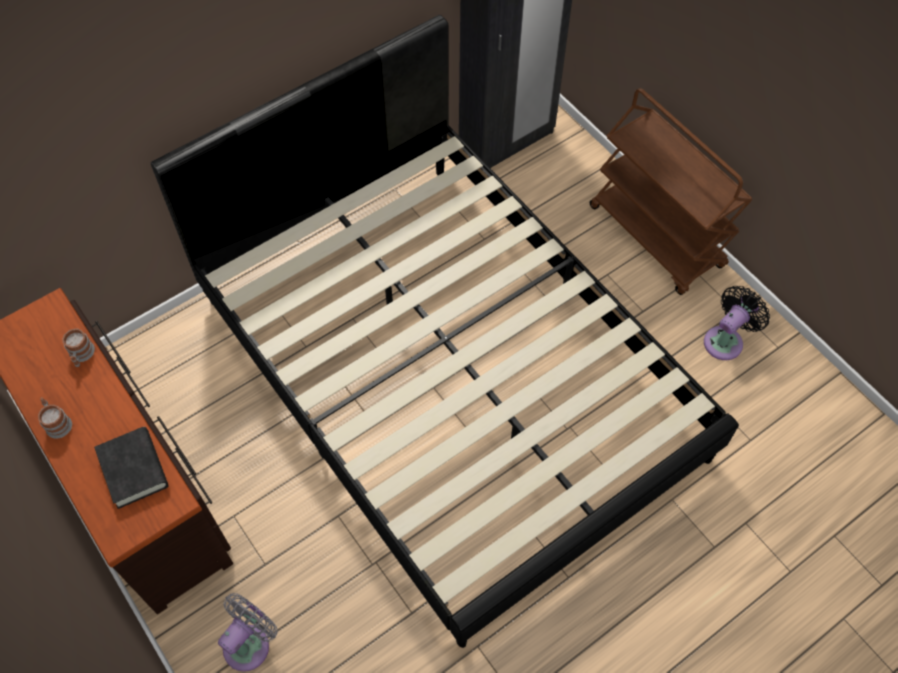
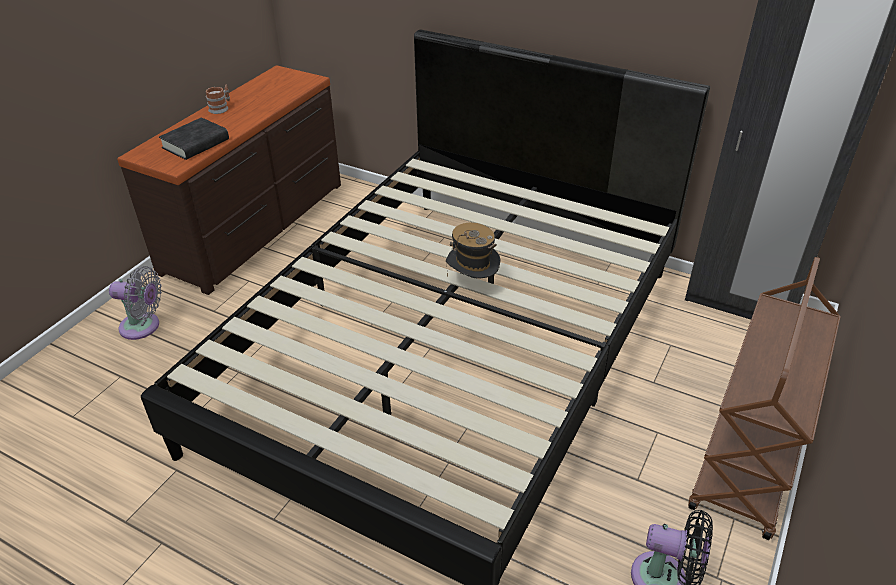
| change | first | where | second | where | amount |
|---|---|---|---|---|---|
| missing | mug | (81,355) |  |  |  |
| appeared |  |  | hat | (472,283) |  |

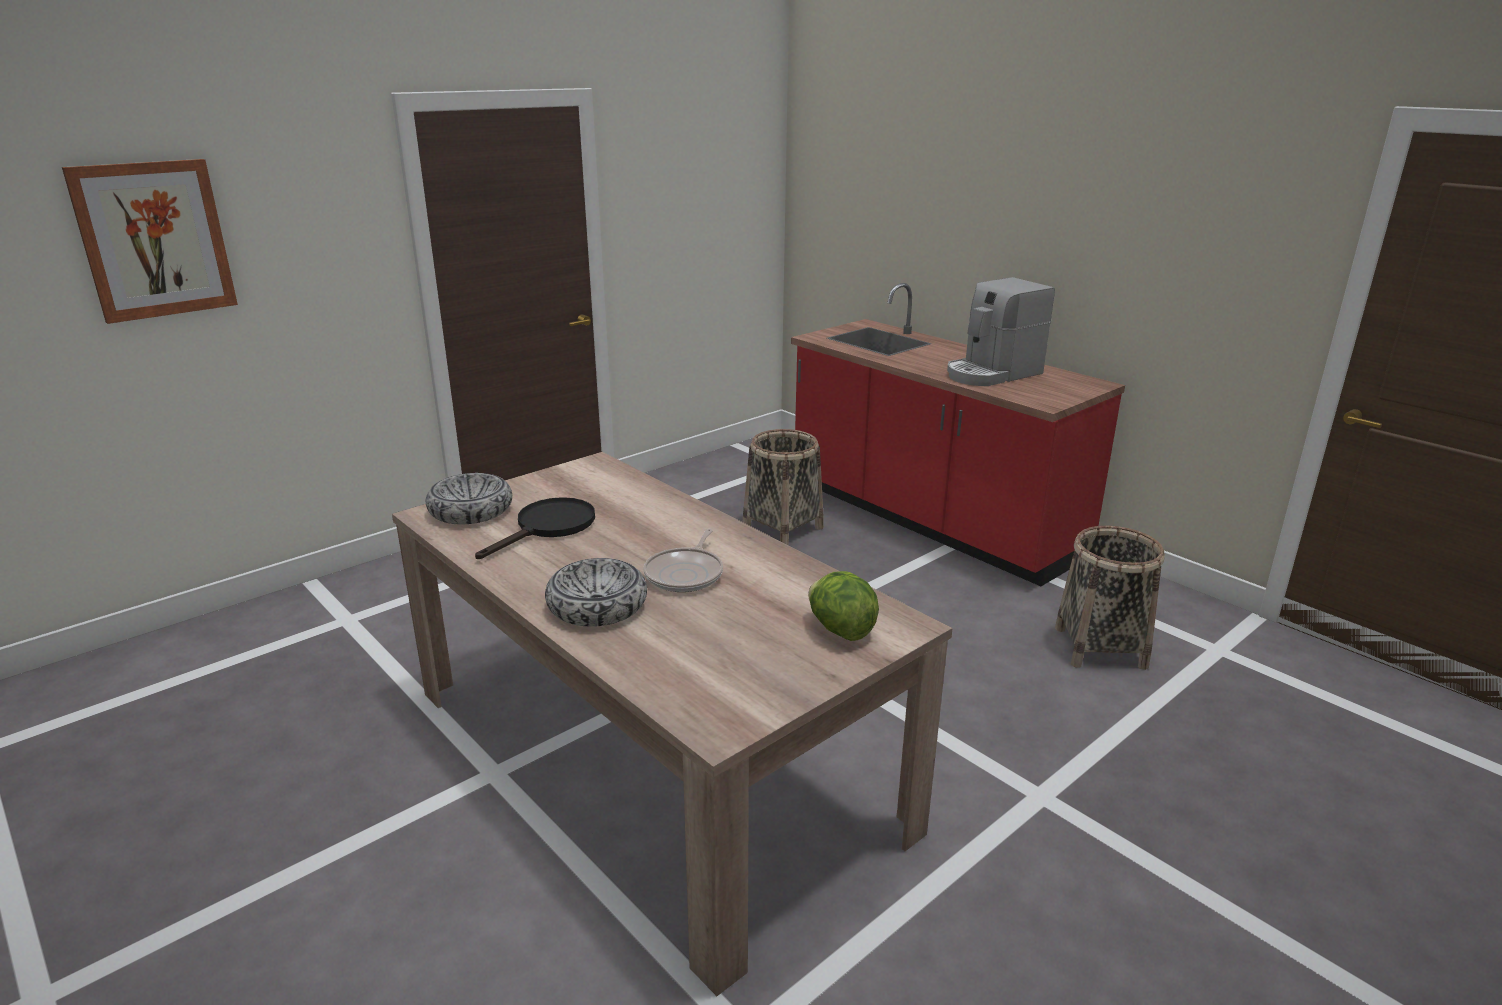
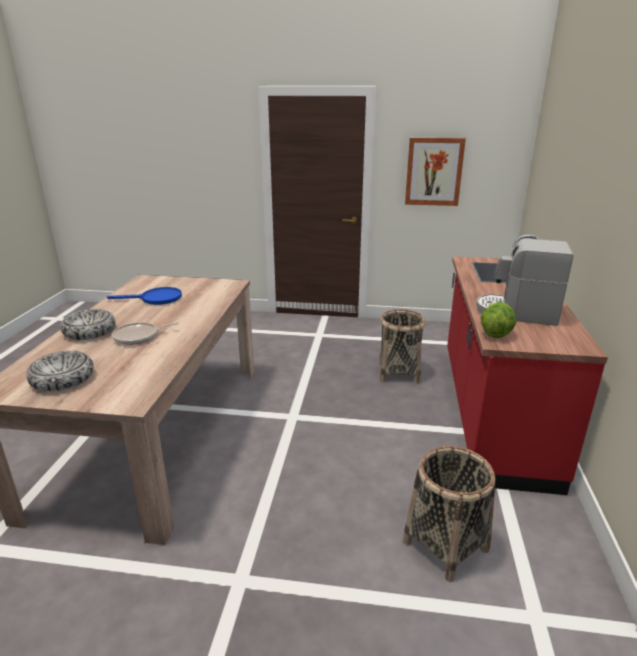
| change | first | where | second | where | amount |
|---|---|---|---|---|---|
| relocated | picture | (154,240) |  | (434,172) |  |
| relocated | bowl | (471,510) |  | (62,379) |  |
| colour | black frying pan | (548,527) | blue frying pan | (155,299) |  |
| relocated | lettuce | (840,630) |  | (495,334) |  |

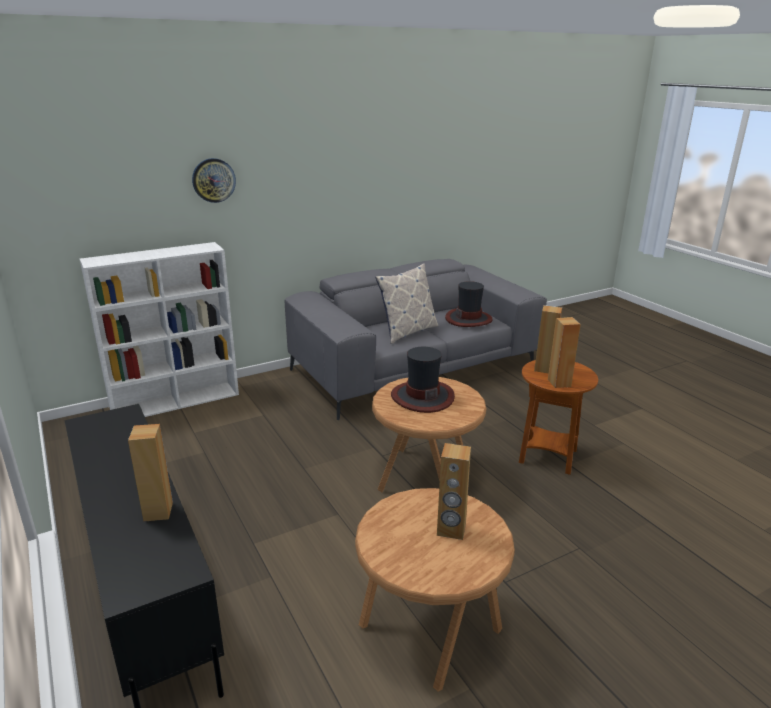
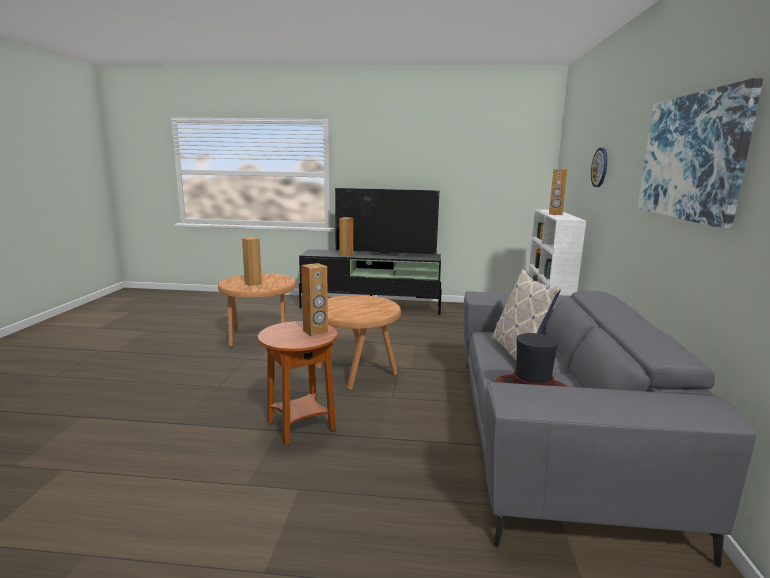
| change | first | where | second | where | amount |
|---|---|---|---|---|---|
| relocated | brown speaker | (559,383) |  | (555,214) |  |
| missing | hat | (422,397) |  |  |  |
| appeared |  |  | picture | (691,157) |  |
| appeared |  |  | television | (385,254) |  |

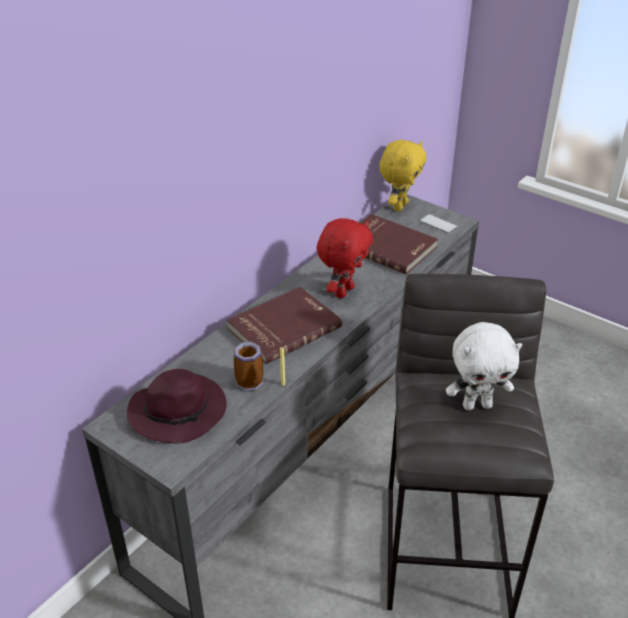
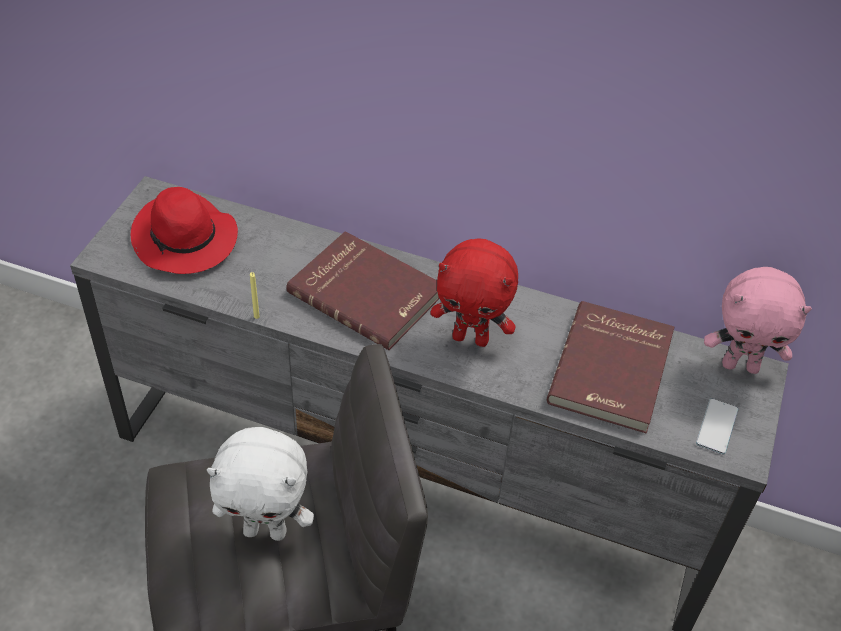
| change | first | where | second | where | amount |
|---|---|---|---|---|---|
| colour | yellow plush toy | (399,206) | pink plush toy | (740,365) |  |
| spun | white plush toy | (477,405) |  | (266,530) | 60 degrees counterclockwise |
| missing | mug | (252,384) |  |  |  |
| colour | purple hat | (179,412) | red hat | (185,240) |  |

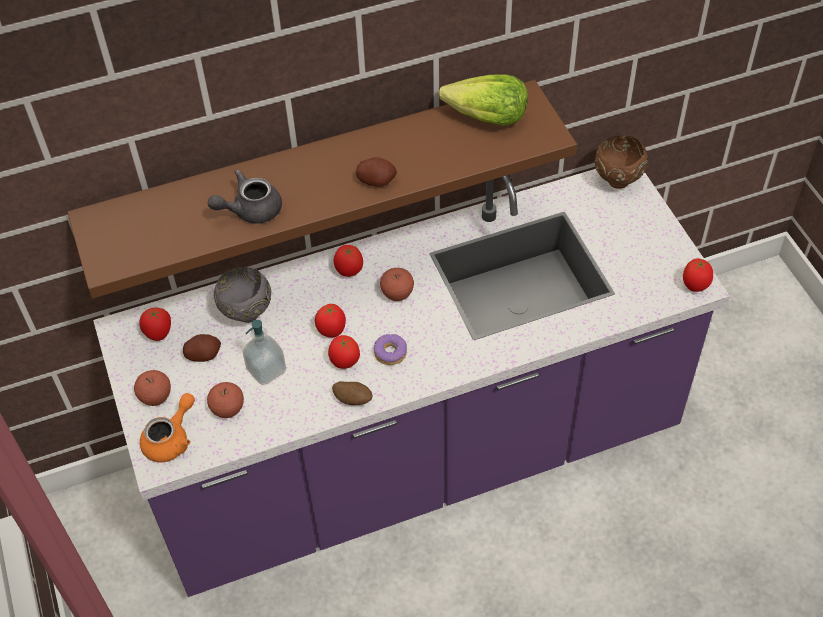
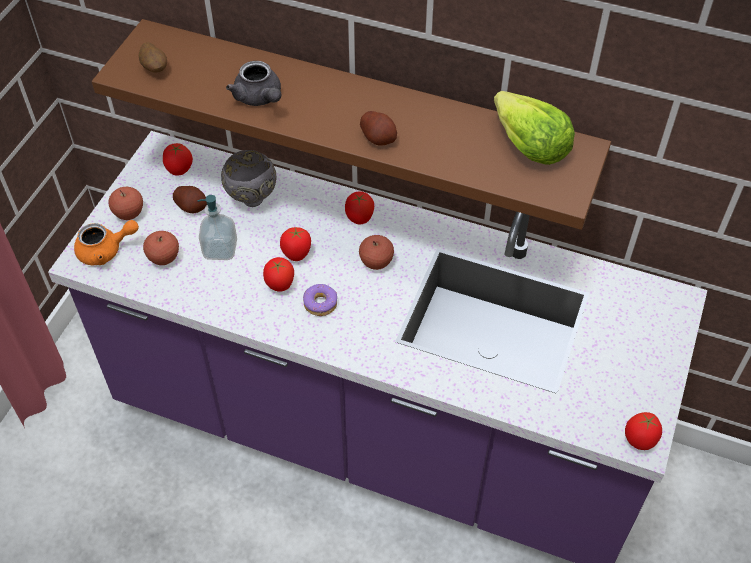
| change | first | where | second | where | amount |
|---|---|---|---|---|---|
| missing | brown bowl | (616,182) |  |  |  |
| spun | grey teapot | (250,210) |  | (259,98) | 135 degrees counterclockwise |
| relocated | potato | (353,399) |  | (155,68) |  |

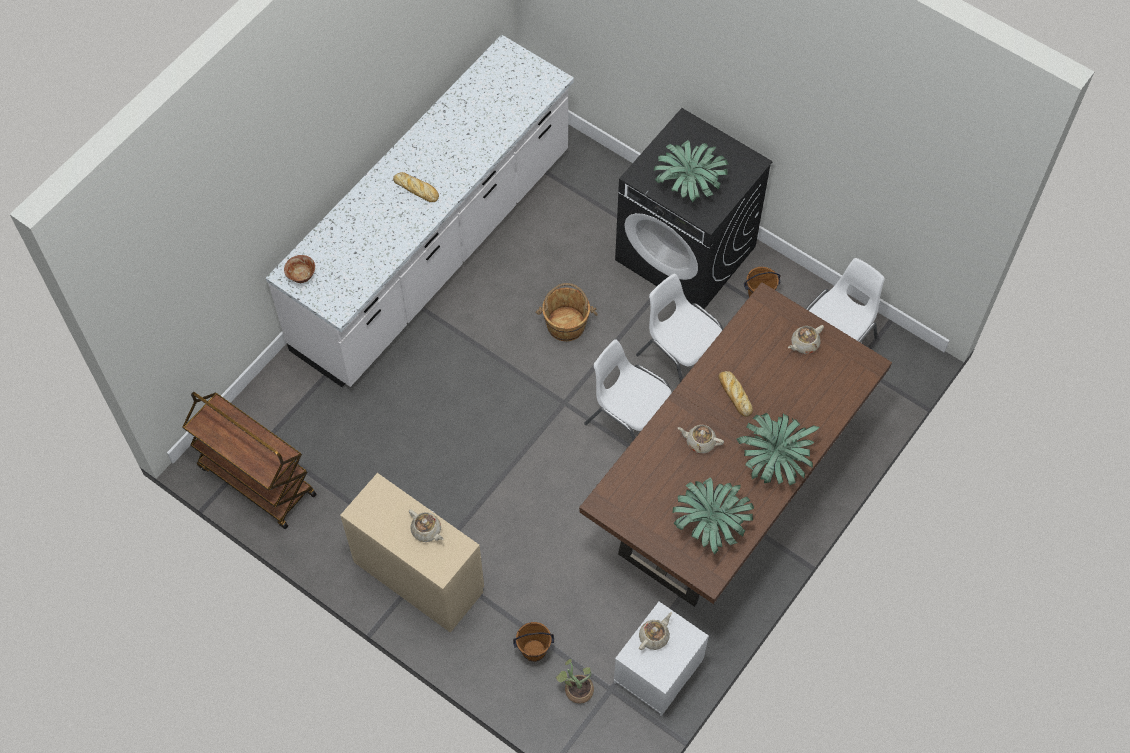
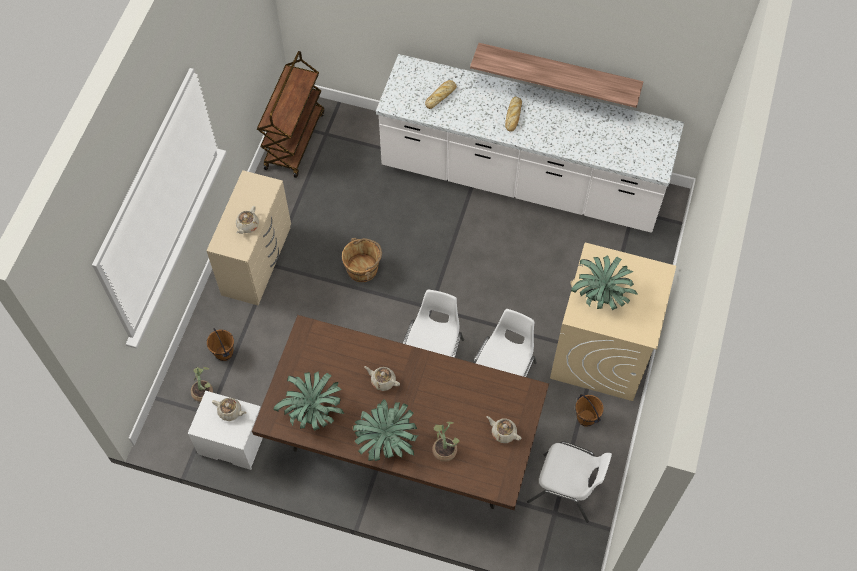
| change | first | where | second | where | amount |
|---|---|---|---|---|---|
| colour | black washing machine | (686,253) | beige washing machine | (601,351) |  |
| missing | bowl | (301,276) |  |  |  |
| relocated | brown bucket | (566,324) |  | (363,268) |  |
| relocated | bread | (734,394) |  | (441,96) |  |
| spun | beige teapot | (700,442) |  | (382,381) | 60 degrees counterclockwise |
| appeared |  |  | shelf | (558,71) |  |
| appeared |  |  | potted plant | (444,447) |  |

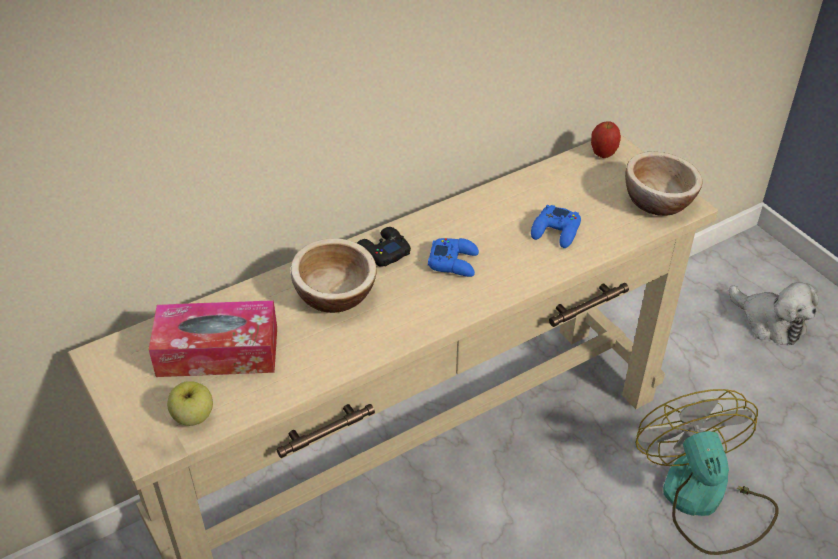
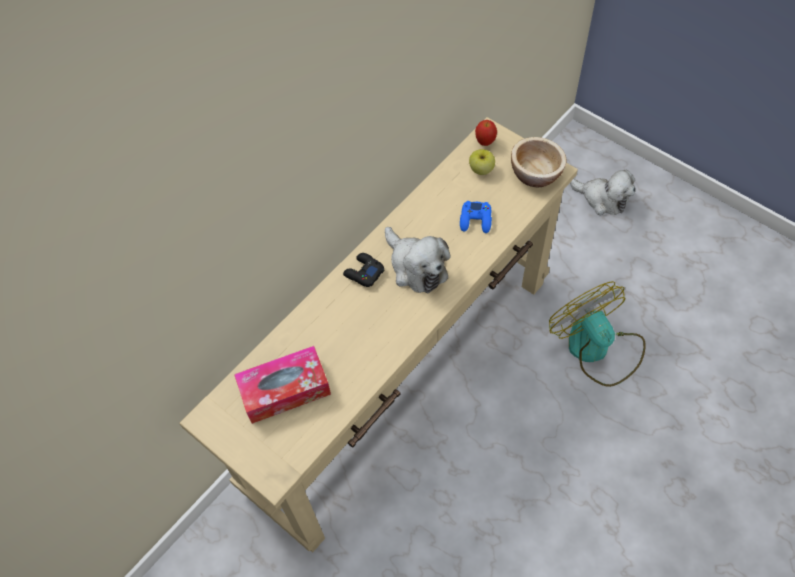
| change | first | where | second | where | amount |
|---|---|---|---|---|---|
| missing | bowl | (335,294) |  |  |  |
| exchanged | blue game controller | (454,262) | plush toy | (416,267) |  |
| relocated | apple | (193,416) |  | (481,170) |  |

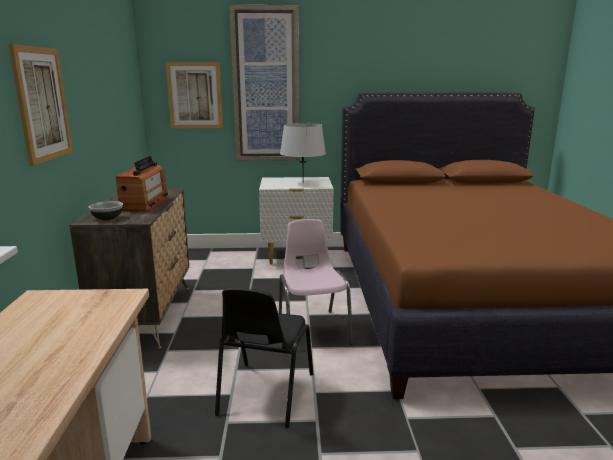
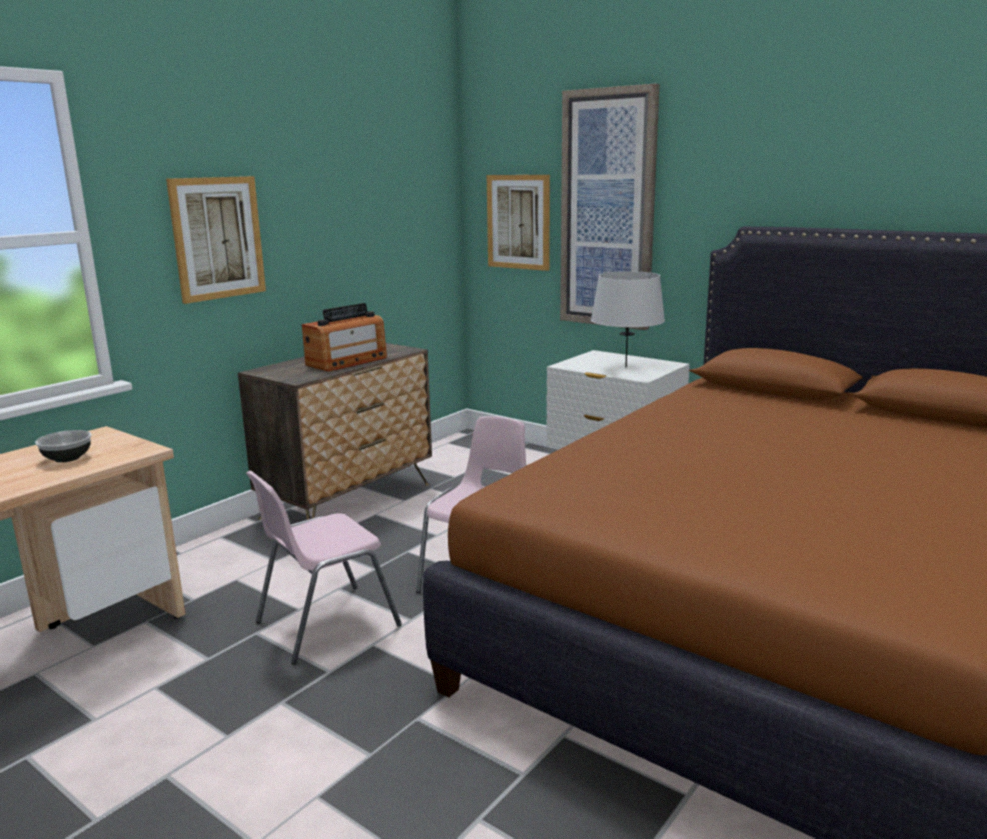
| change | first | where | second | where | amount |
|---|---|---|---|---|---|
| relocated | bowl | (107,218) |  | (67,458) |  |
| colour | black chair | (264,394) | pink chair | (325,624) |  |

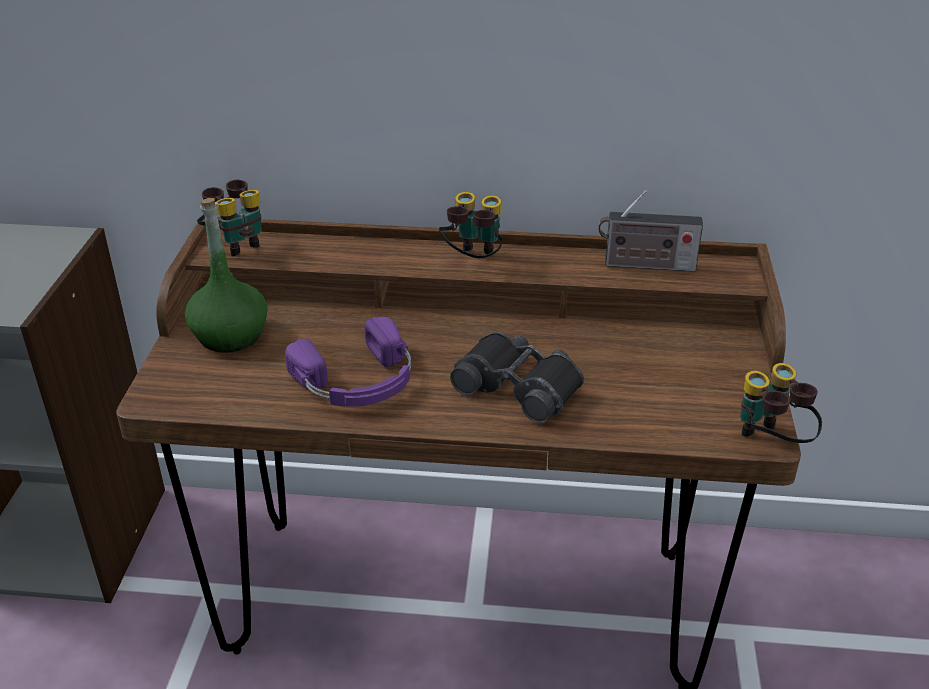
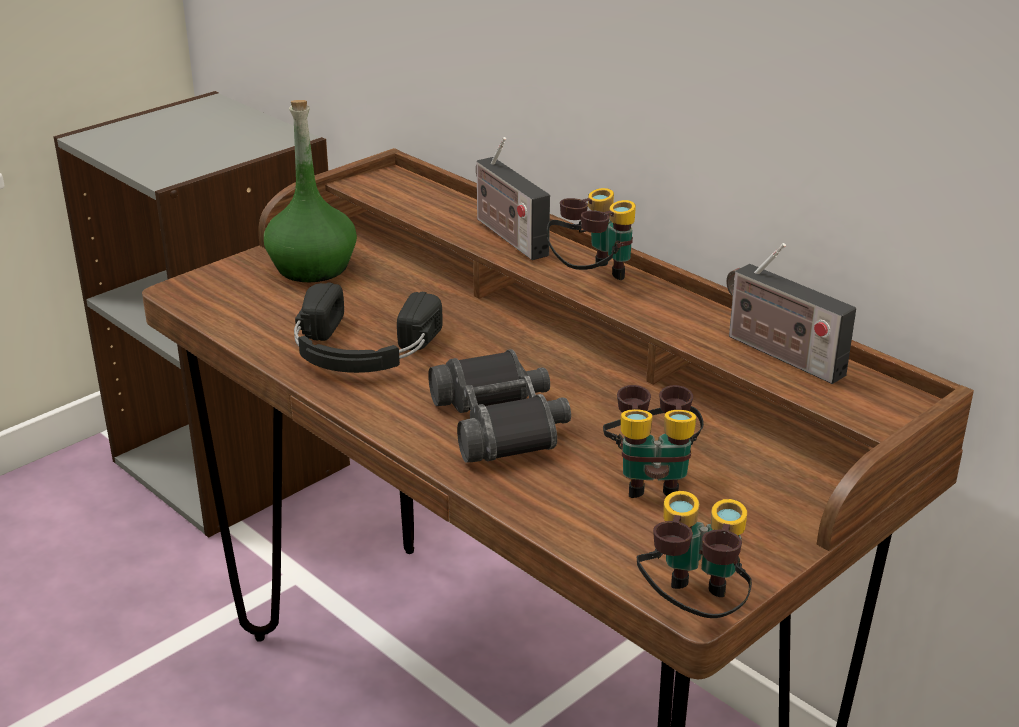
| change | first | where | second | where | amount |
|---|---|---|---|---|---|
| relocated | binoculars | (236,244) |  | (651,479) |  |
| colour | purple headphones | (358,381) | black headphones | (361,350) |  |
| appeared |  |  | radio | (507,235) |  |

